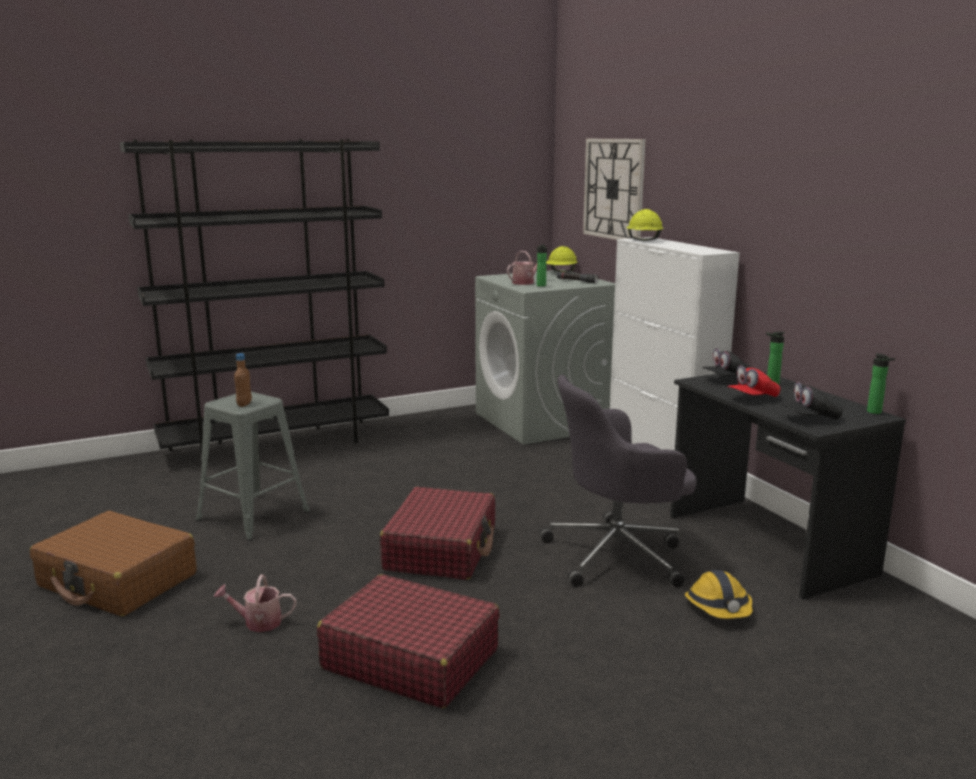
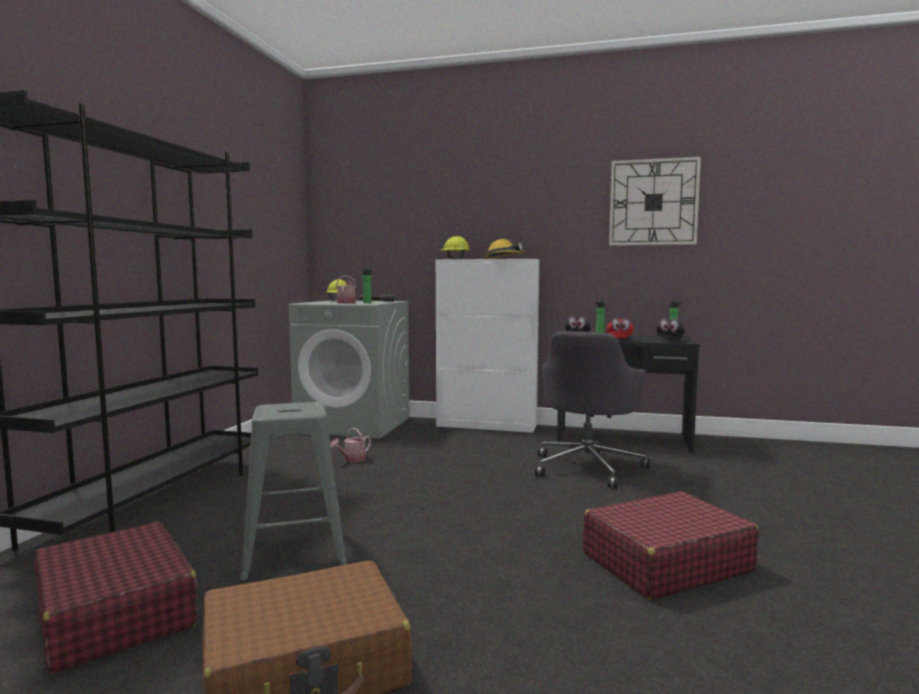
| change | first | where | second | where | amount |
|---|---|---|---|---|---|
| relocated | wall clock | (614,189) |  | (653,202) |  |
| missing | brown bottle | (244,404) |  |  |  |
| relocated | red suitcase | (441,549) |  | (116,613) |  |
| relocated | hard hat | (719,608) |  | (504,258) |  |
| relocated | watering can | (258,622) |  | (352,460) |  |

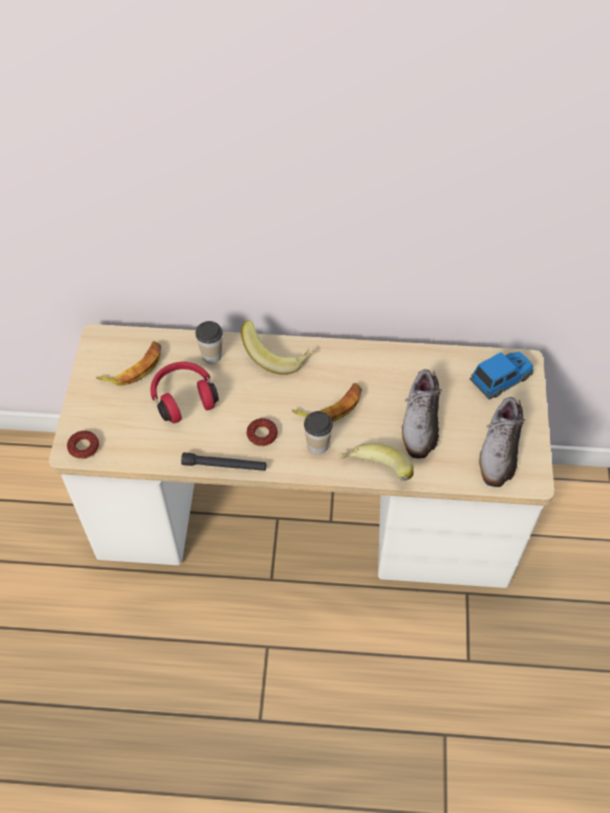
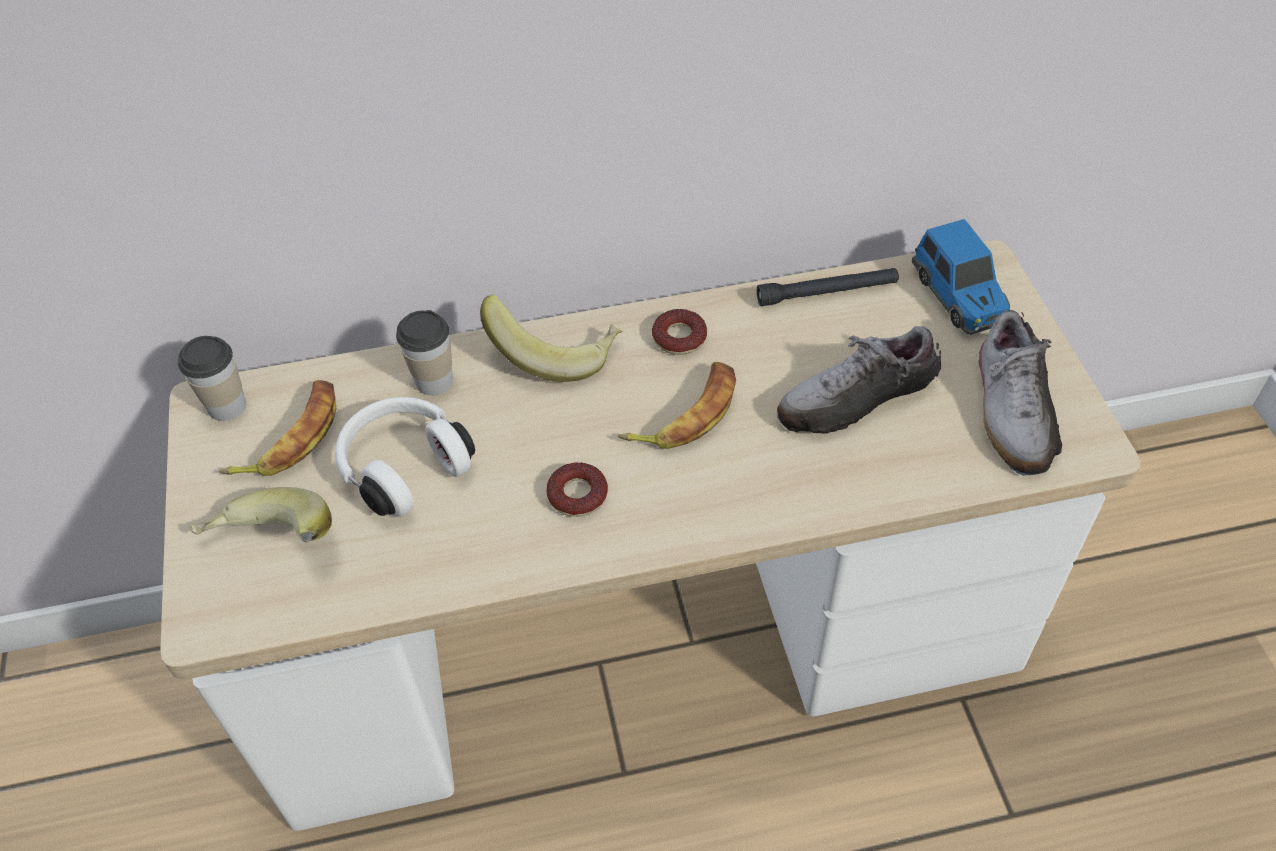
| change | first | where | second | where | amount |
|---|---|---|---|---|---|
| spun | toy car | (501,379) |  | (960,297) | 120 degrees clockwise |
| colour | red headphones | (183,397) | white headphones | (403,466) |  |
| spun | shoe | (420,421) |  | (855,398) | 75 degrees clockwise |
| relocated | cup | (317,445) |  | (226,405) |  |
| relocated | donut | (83,447) |  | (679,337) |  |
| relocated | banana | (374,473) |  | (271,547) |  |
| relocated | black flashlight | (224,465) |  | (827,293) |  |

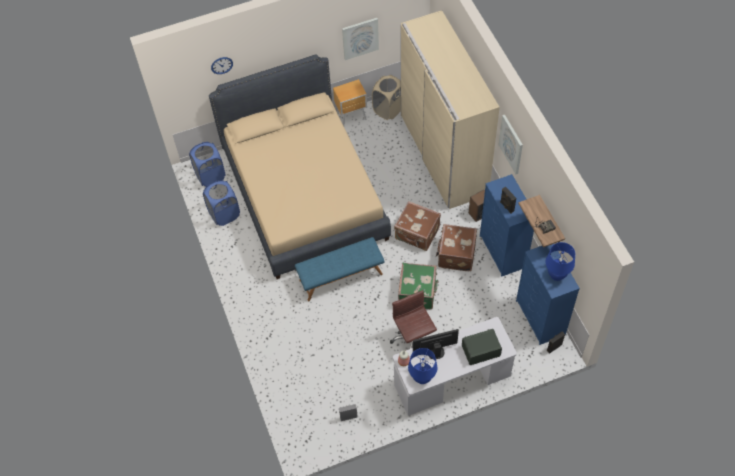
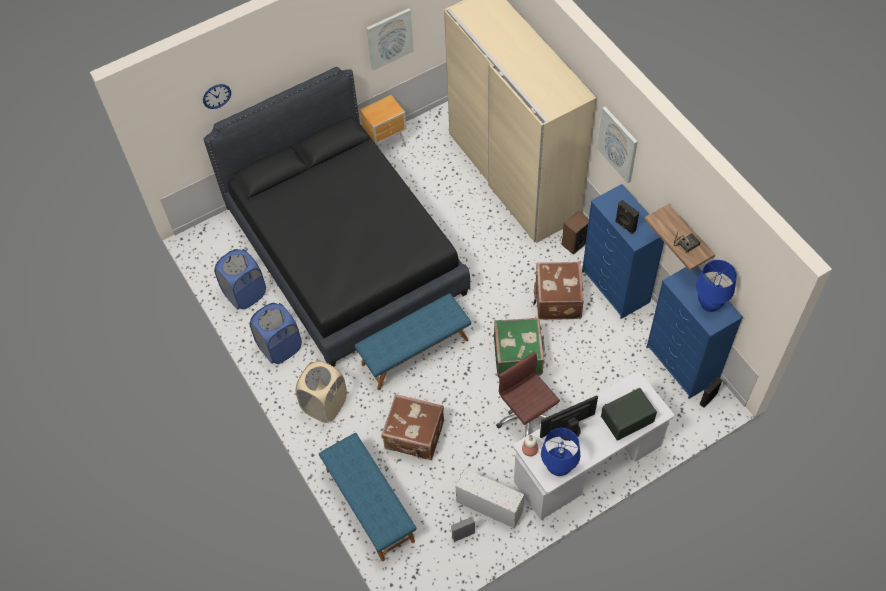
| change | first | where | second | where | amount |
|---|---|---|---|---|---|
| colour | beige bed | (304,194) | black bed | (346,252) |  |
| relocated | beige laundry basket | (388,109) |  | (325,404) |  |
| relocated | blue laundry basket | (210,176) |  | (280,347) |  |
| relocated | brown suitcase | (417,234) |  | (414,436) |  |
| appeared |  |  | blue bench | (369,505) |  |
| appeared |  |  | white storage box | (488,505) |  |

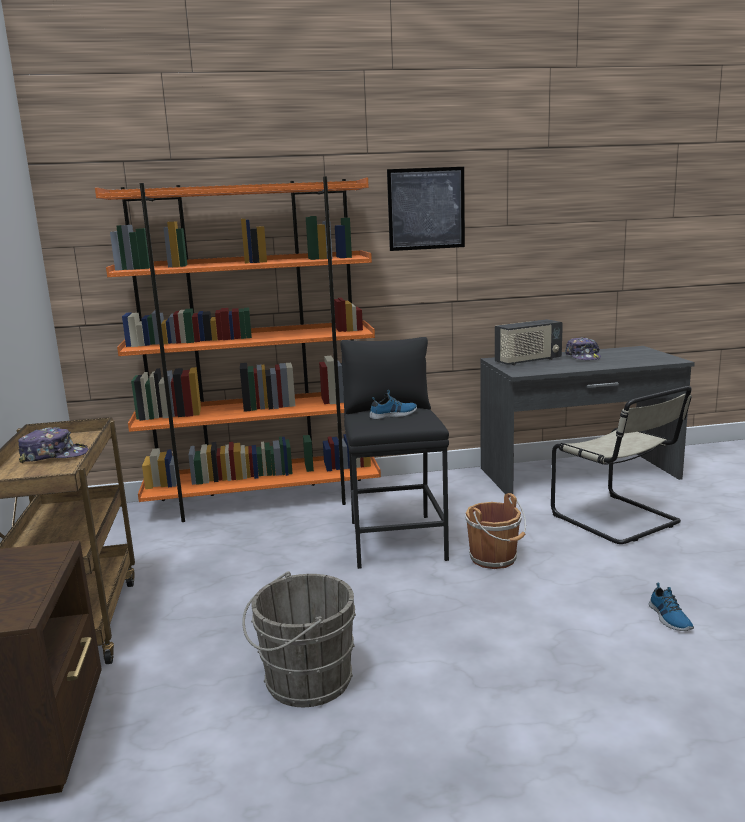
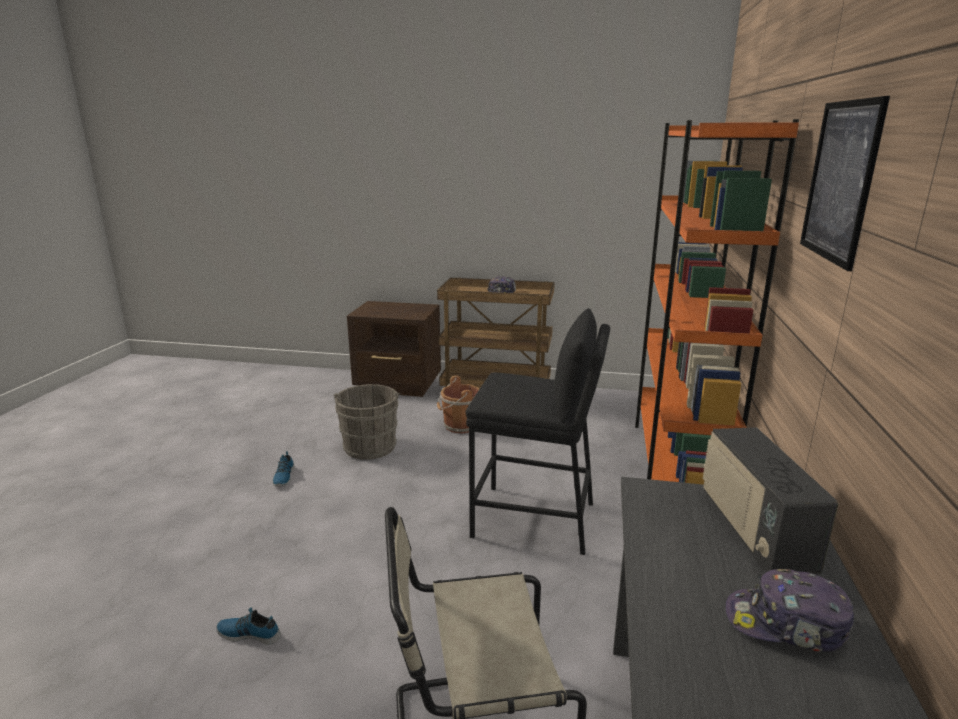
| change | first | where | second | where | amount |
|---|---|---|---|---|---|
| relocated | shoe | (394,415) |  | (283,477) |  |
| relocated | brown bucket | (495,559) |  | (459,426) |  |

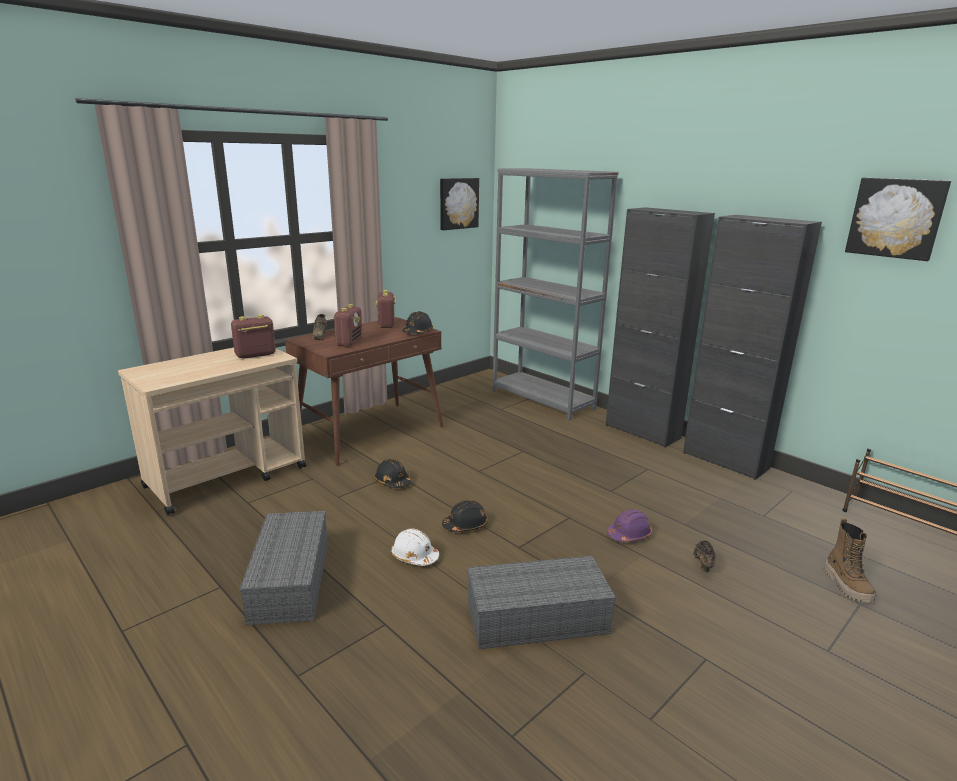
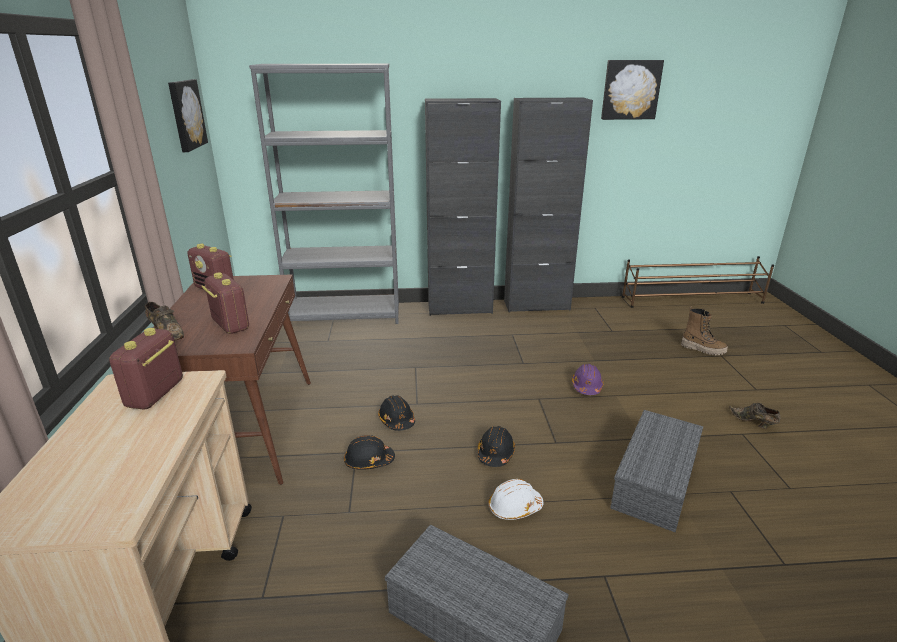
| change | first | where | second | where | amount |
|---|---|---|---|---|---|
| relocated | black hard hat | (418,332) |  | (396,420) |  |
| relocated | brown shoe | (702,563) |  | (753,422) |  |

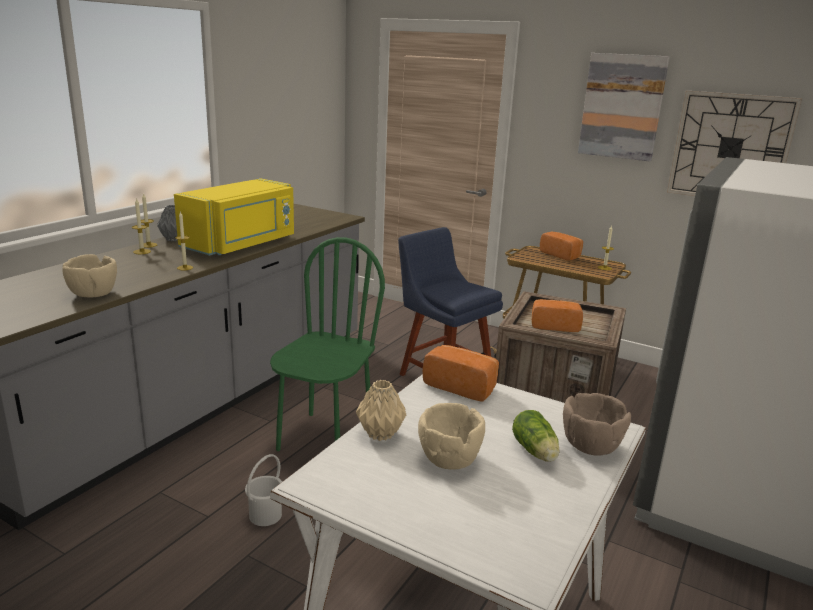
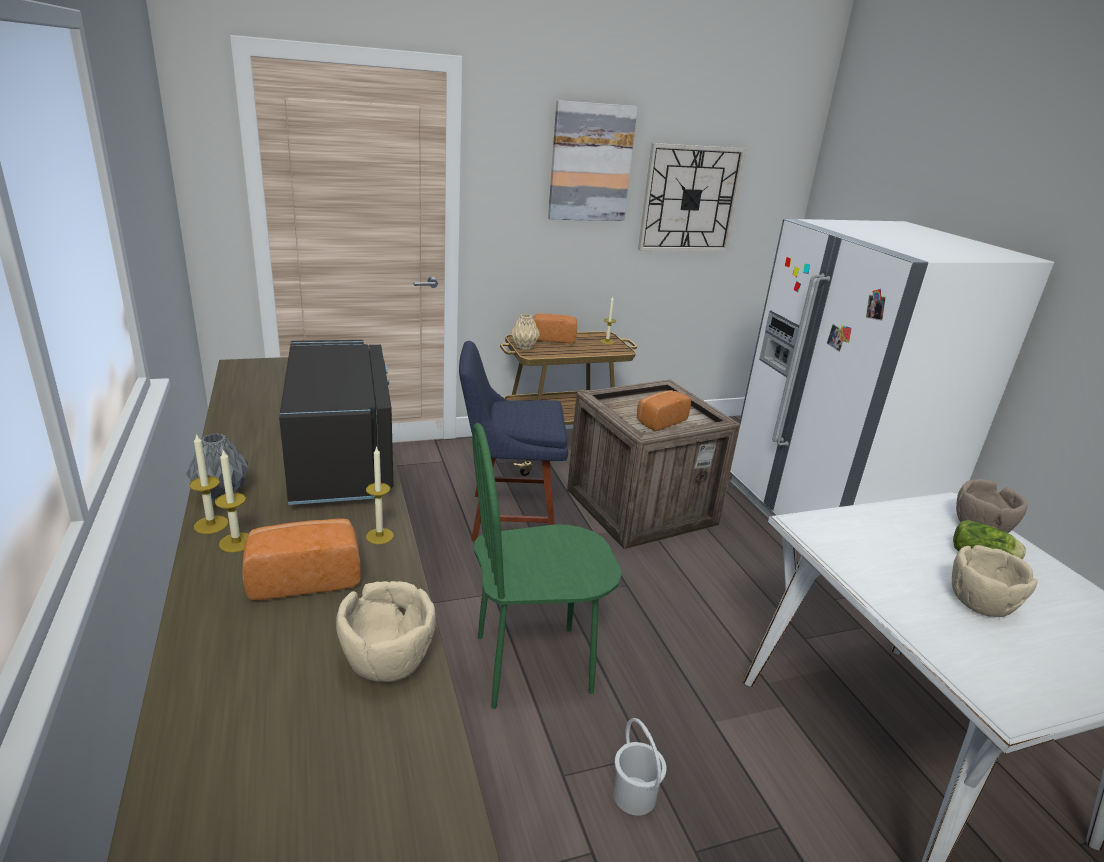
| change | first | where | second | where | amount |
|---|---|---|---|---|---|
| colour | yellow microwave | (242,244) | black microwave | (343,458) |  |
| spun | green chair | (324,439) |  | (533,664) | 75 degrees counterclockwise |
| relocated | bread | (461,386) |  | (304,577) |  |
| relocated | beige vase | (379,434) |  | (524,347) |  |

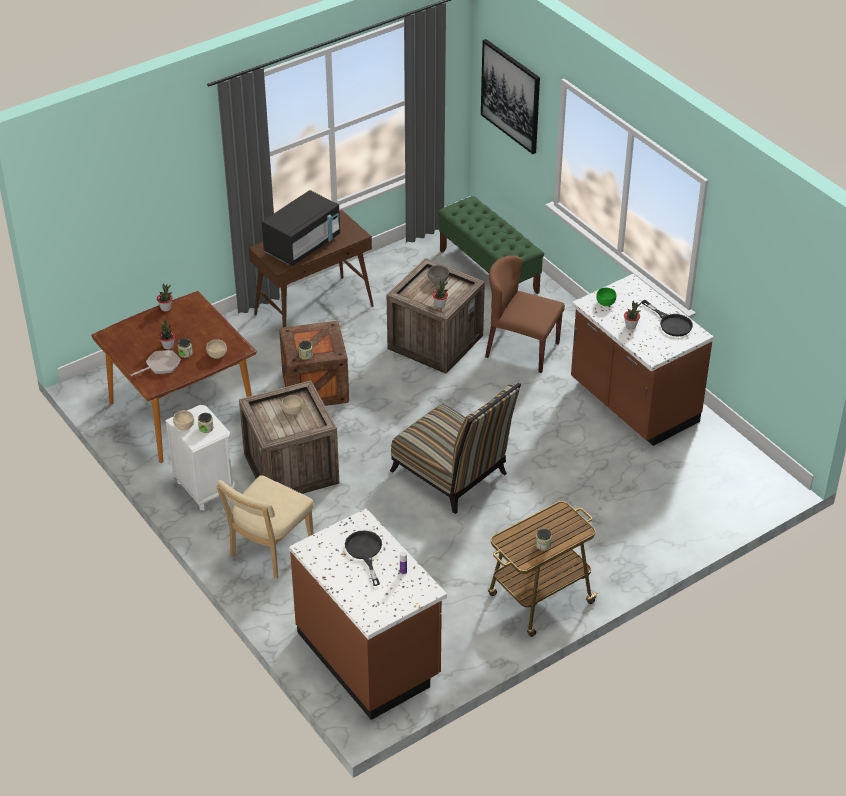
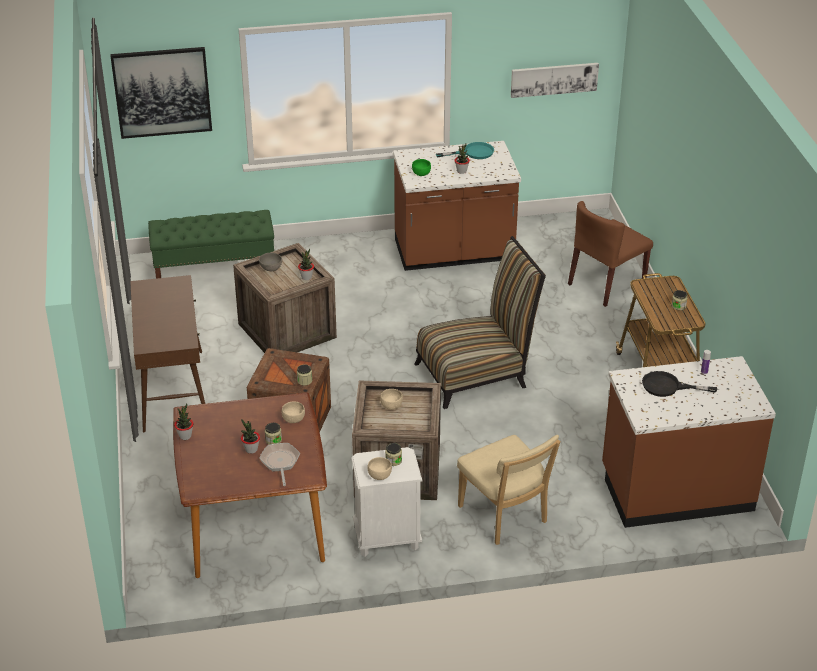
| change | first | where | second | where | amount |
|---|---|---|---|---|---|
| missing | black microwave | (302,245) |  |  |  |
| relocated | brown chair | (521,349) |  | (606,284) |  |
| colour | black frying pan | (671,323) | turquoise frying pan | (473,153) |  |
| appeared |  |  | picture | (554,79) |  |

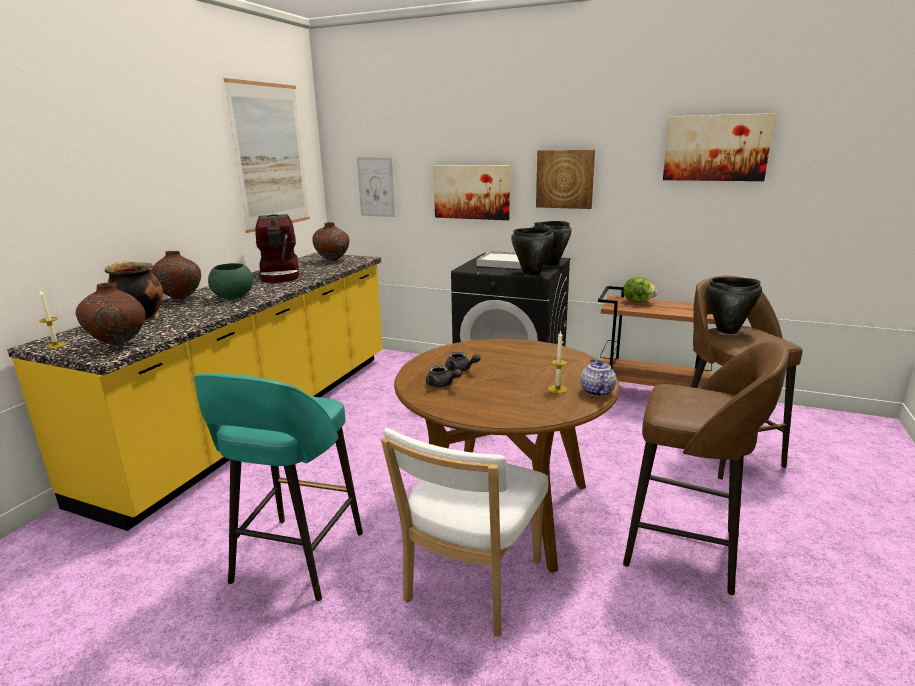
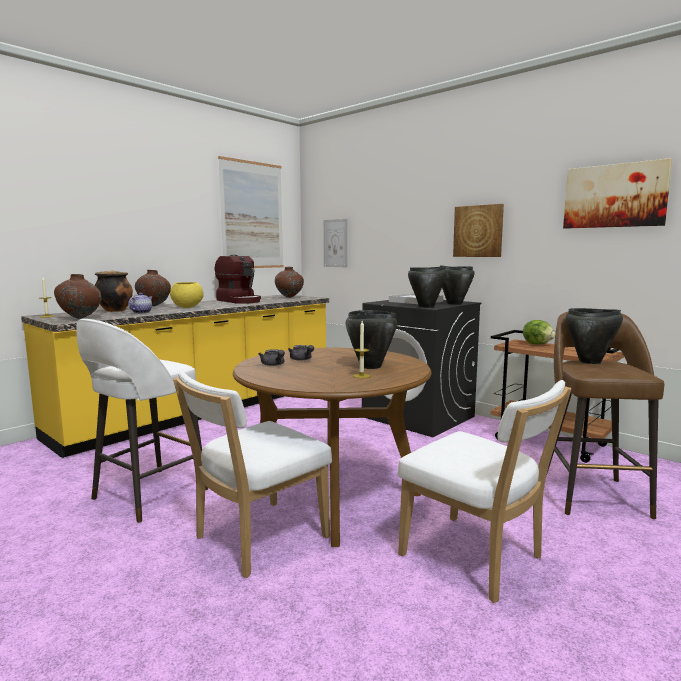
| change | first | where | second | where | amount |
|---|---|---|---|---|---|
| missing | picture | (472,192) |  |  |  |
| spun | coffee machine | (281,275) |  | (239,301) | 45 degrees counterclockwise |
| colour | green bowl | (233,297) | yellow bowl | (187,307) |  |
| exchanged | brown stool | (685,549) | white chair | (476,559) |  |
| relocated | teapot | (596,391) |  | (141,312) |  |
| colour | turquoise stool | (296,560) | white stool | (147,495) |  |
| appeared |  |  | black cooking pot | (370,366) |  |

